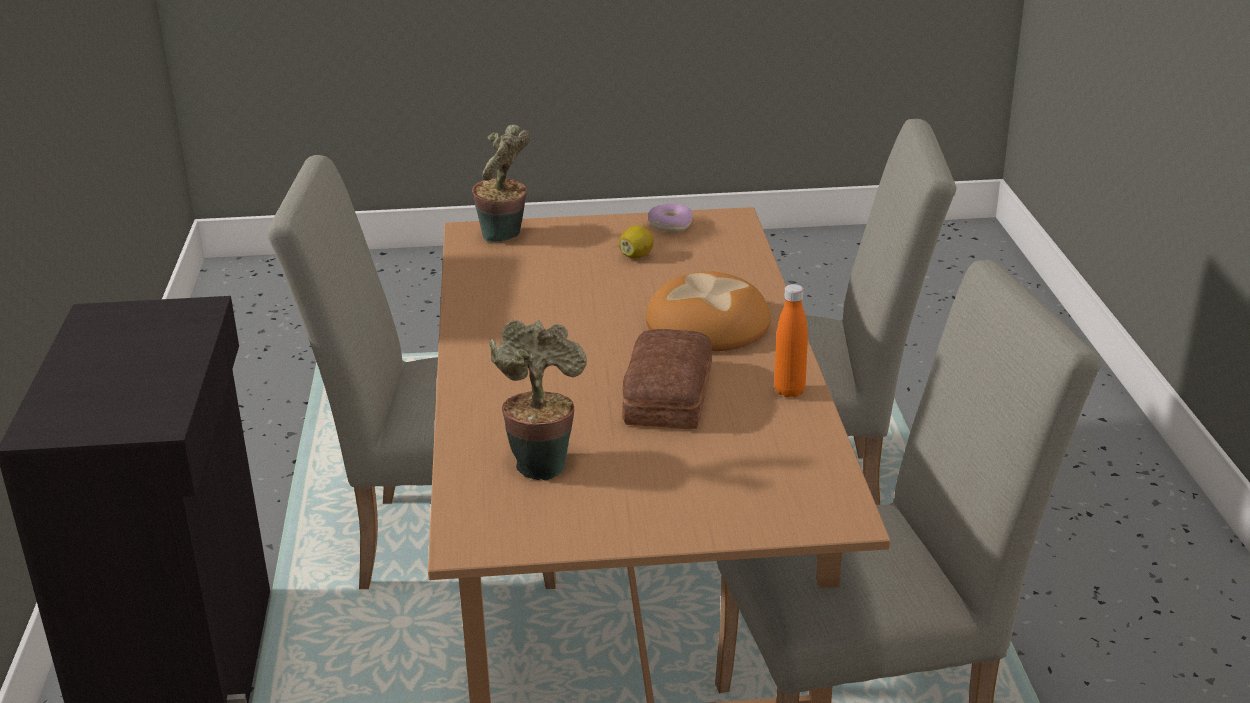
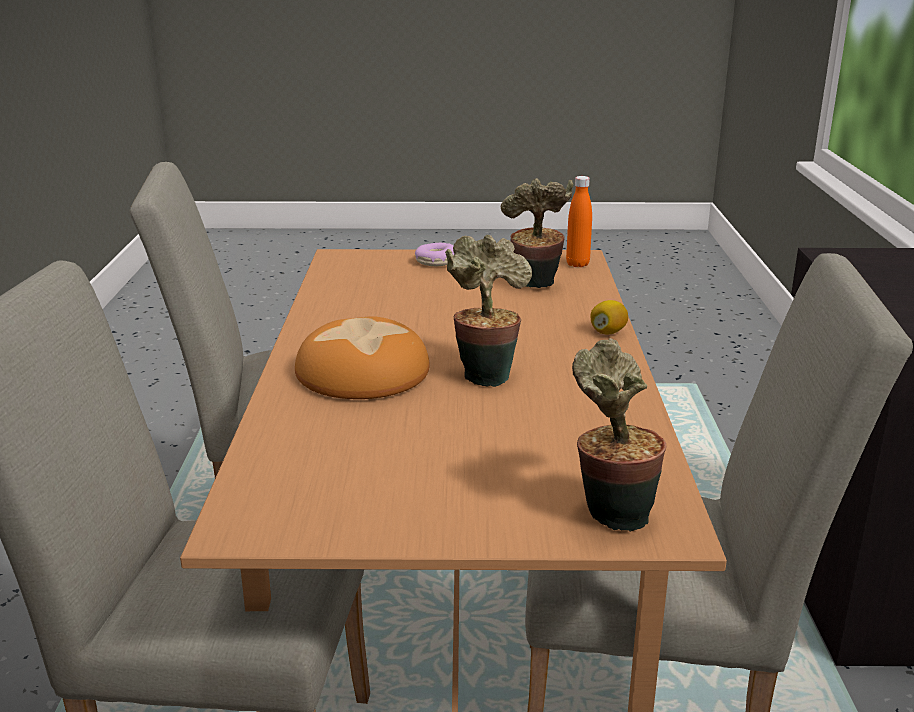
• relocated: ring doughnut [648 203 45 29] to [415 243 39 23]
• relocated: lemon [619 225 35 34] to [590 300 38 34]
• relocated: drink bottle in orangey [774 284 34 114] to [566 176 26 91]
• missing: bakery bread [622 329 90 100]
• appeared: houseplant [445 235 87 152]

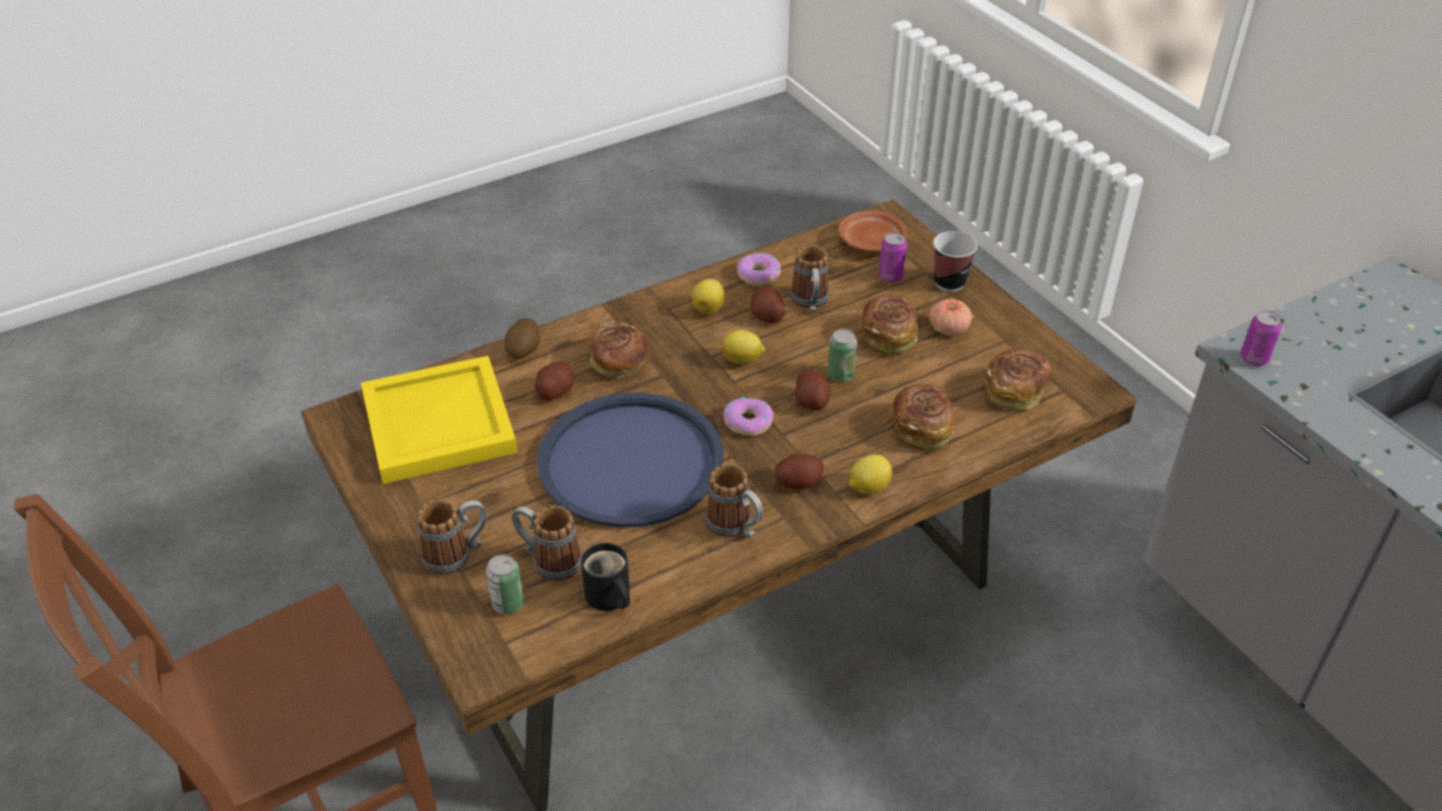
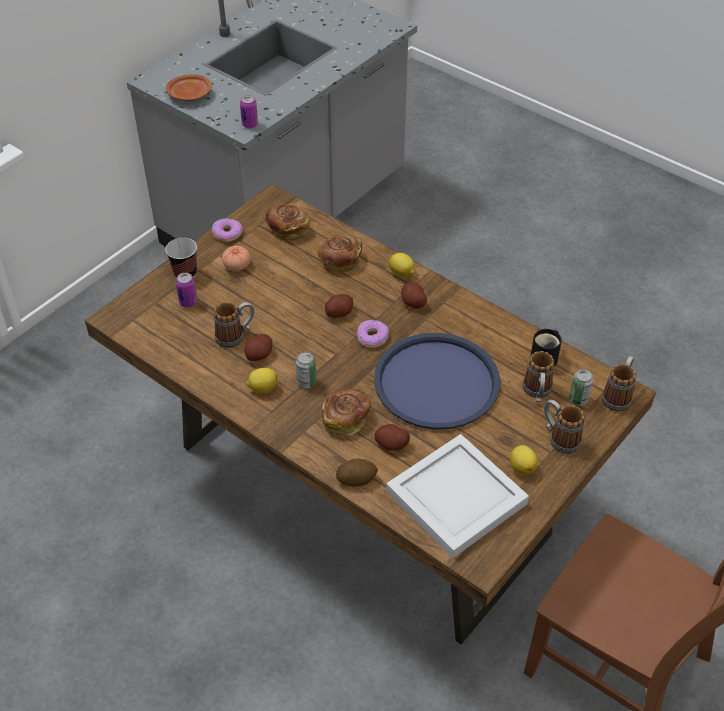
• relocated: flat dish in brown [839 210 69 43] to [166 74 46 27]
• relocated: ring doughnut [736 253 45 33] to [212 218 31 24]
• missing: bakery bread [862 294 56 61]
• relocated: can [828 329 29 53] to [296 352 20 36]
• relocated: lemon [722 330 43 34] to [510 445 28 30]
• colour: carrying tray in yellow [361 356 157 128] to carrying tray in white [386 434 143 124]
• relocated: tea mug [705 464 58 74] to [602 356 34 55]

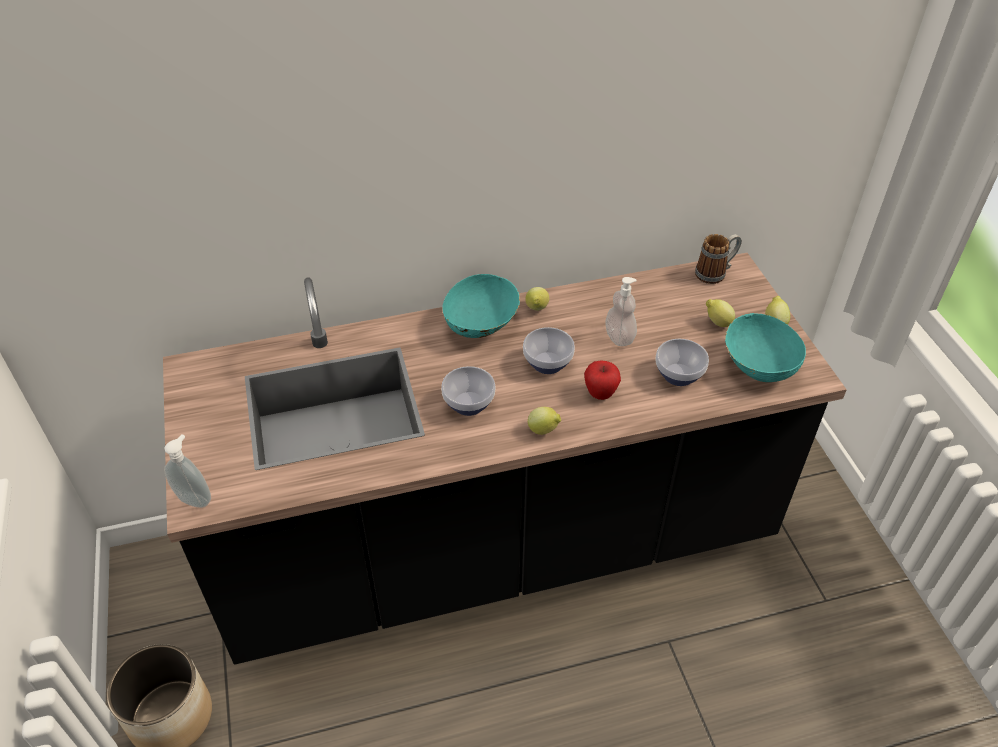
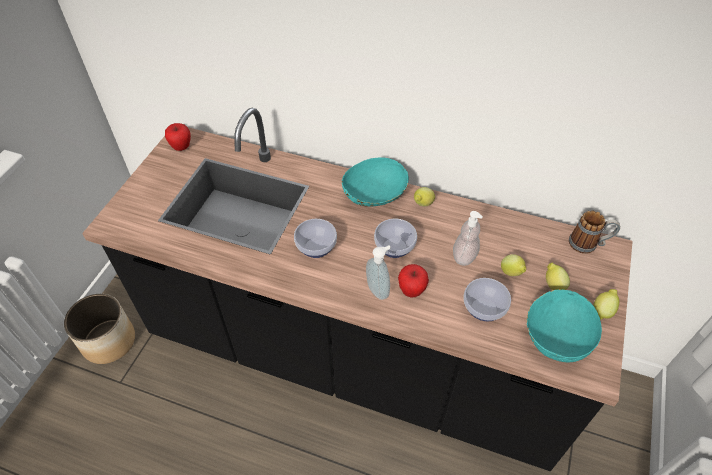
• relocated: lemon [528 407 33 28] to [501 254 25 22]
• relocated: soap dispenser [164 434 47 74] to [366 245 25 55]
• appeared: apple [165 123 26 28]

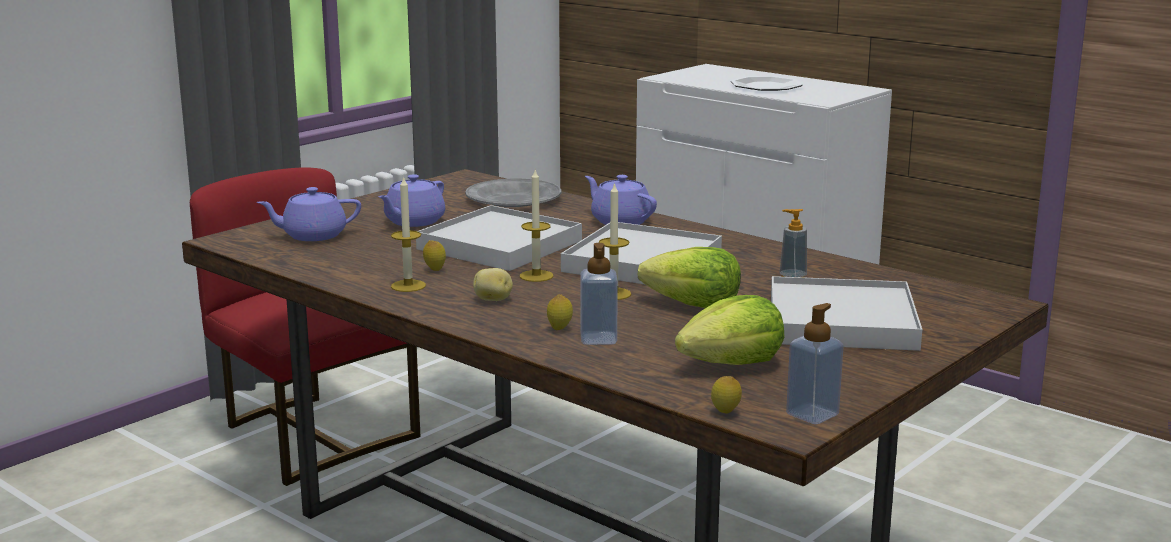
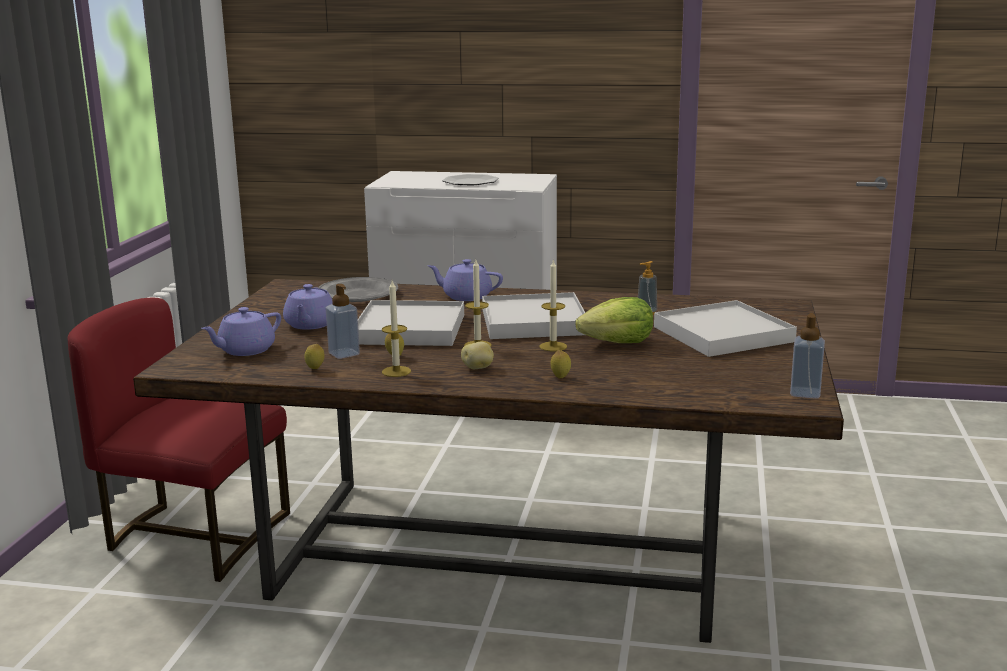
• relocated: soap dispenser [580 243 38 102] to [326 284 34 75]
• missing: lettuce [675 295 110 70]
• relocated: lemon [711 376 31 38] to [304 344 20 25]

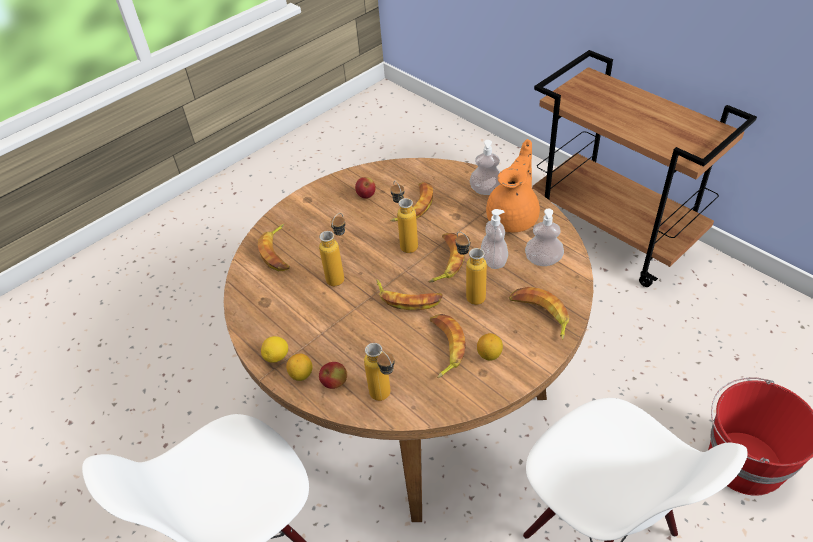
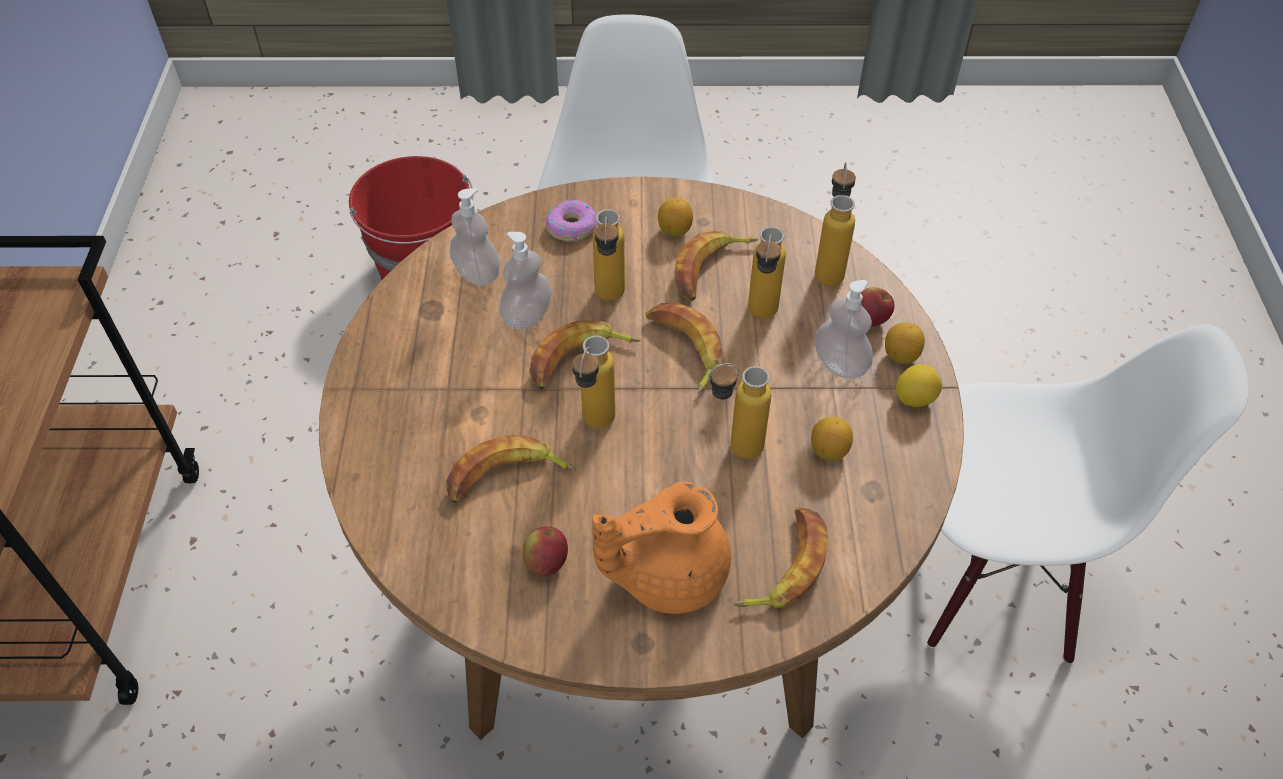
• relocated: pot for tea in orangey [486 139 54 93] to [592 482 139 132]
• relocated: soap dispenser [470 140 31 55] to [815 280 58 99]
• exchanged: whole banana [509 287 60 53] to ring doughnut [546 199 52 43]
• appeared: drink bottle [748 227 38 91]
• appeared: lemon [811 417 42 44]

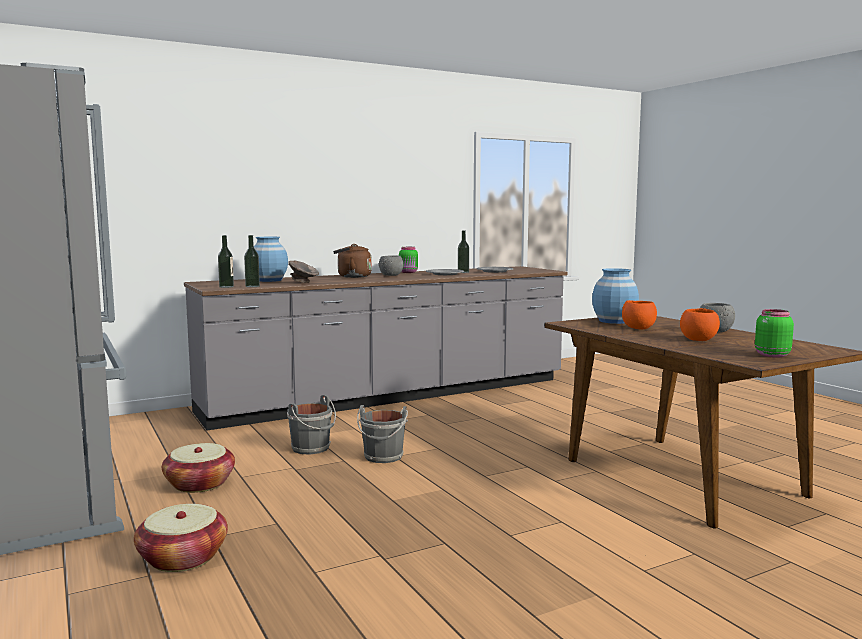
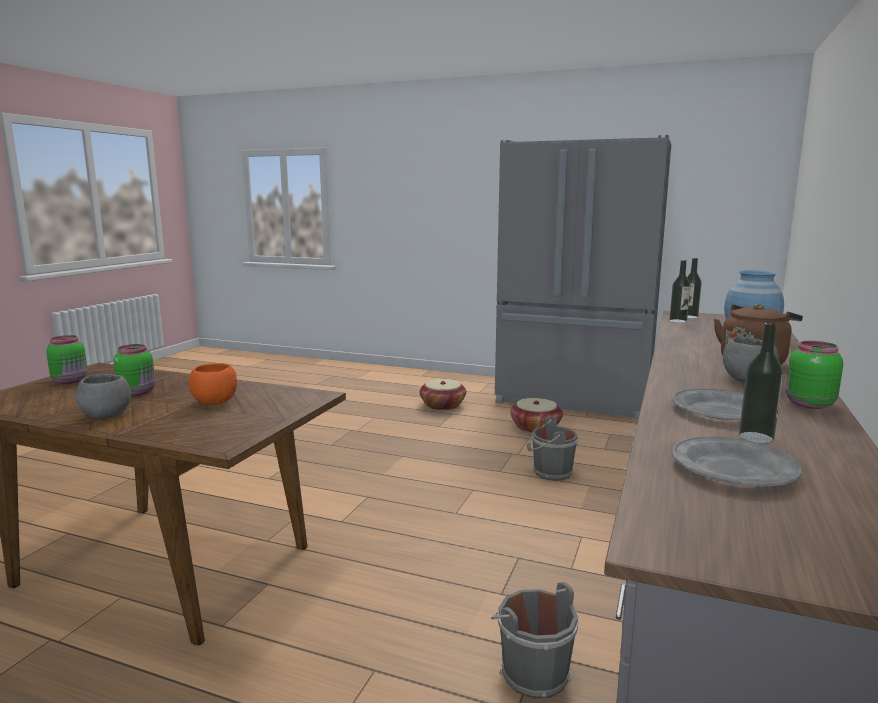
• missing: serving bowl in gray [289 261 30 22]
• missing: flower vase in bluish [592 268 47 56]
• exchanged: serving bowl in orangey [680 308 40 33] to storage jar in green-coloured [114 344 41 52]
• relocated: bucket in gray [357 405 51 58] to [491 582 87 117]

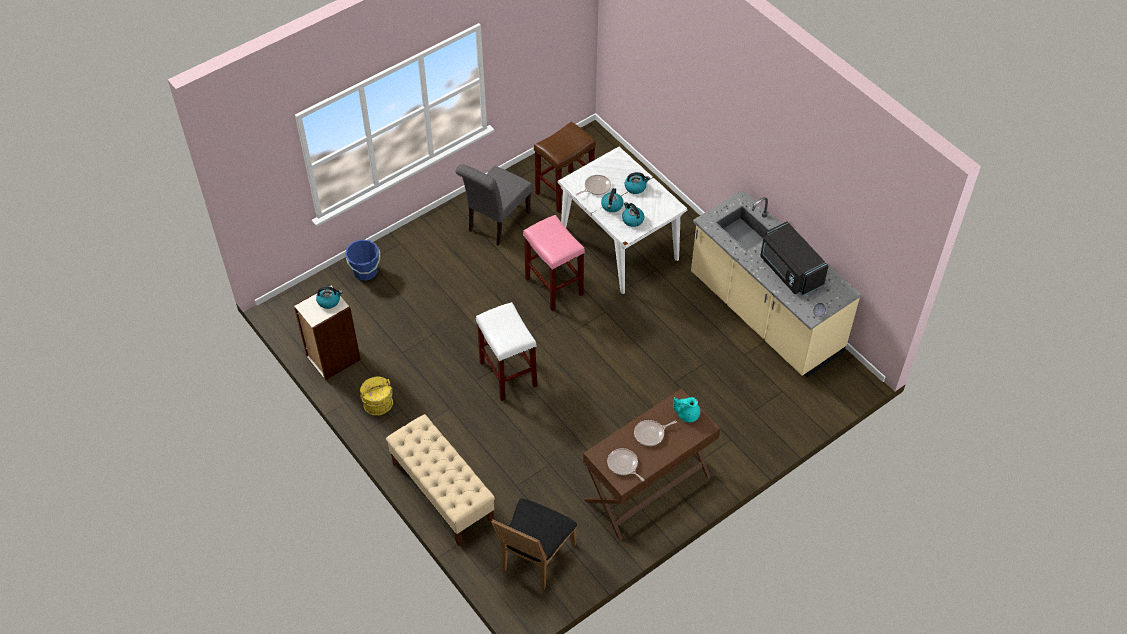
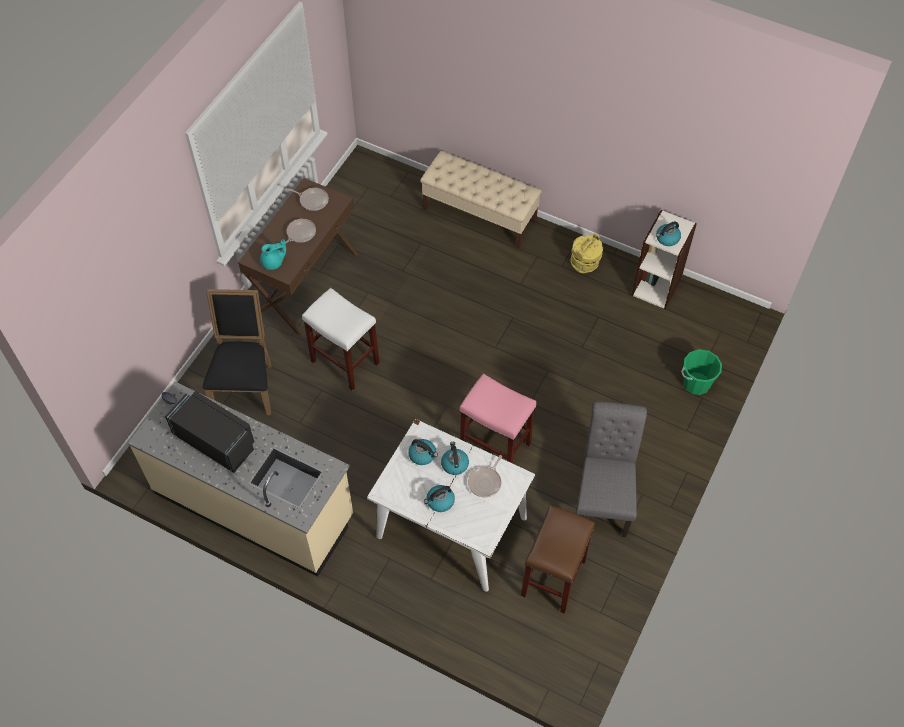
• colour: bucket in bluish [345 240 35 41] to bucket in green-coloured [681 349 41 46]
• relocated: stool in white [476 302 61 99] to [302 288 77 102]
• relocated: upright chair in blackish [491 499 86 90] to [203 289 68 126]

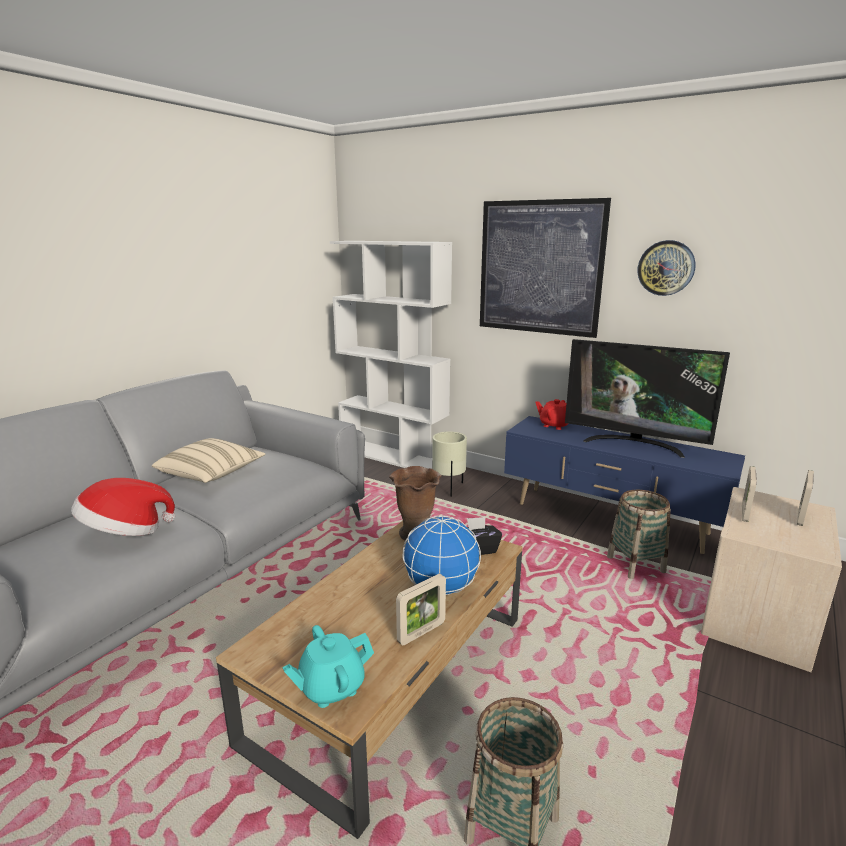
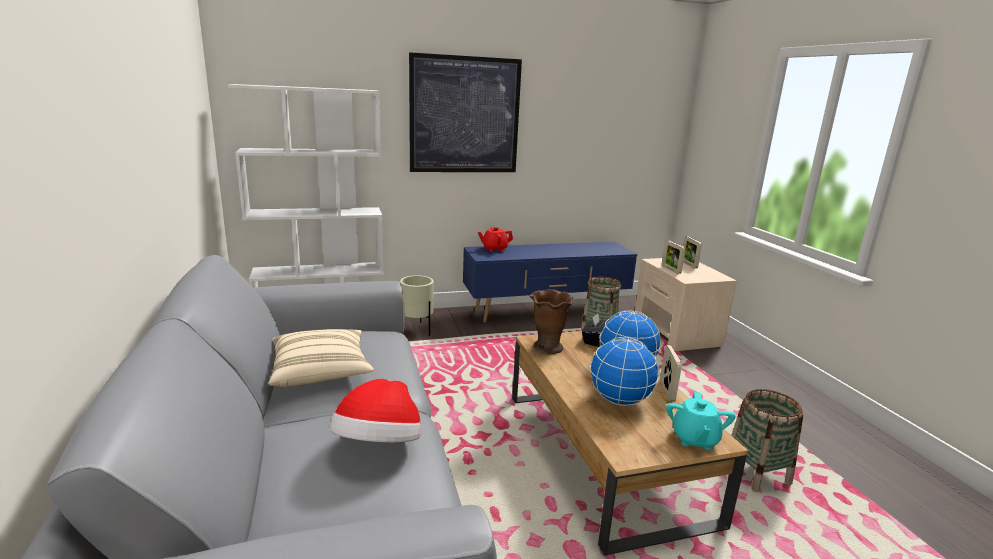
• missing: wall clock [638 240 58 56]
• missing: TV [565 339 165 119]
• appeared: world globe [590 337 69 69]

